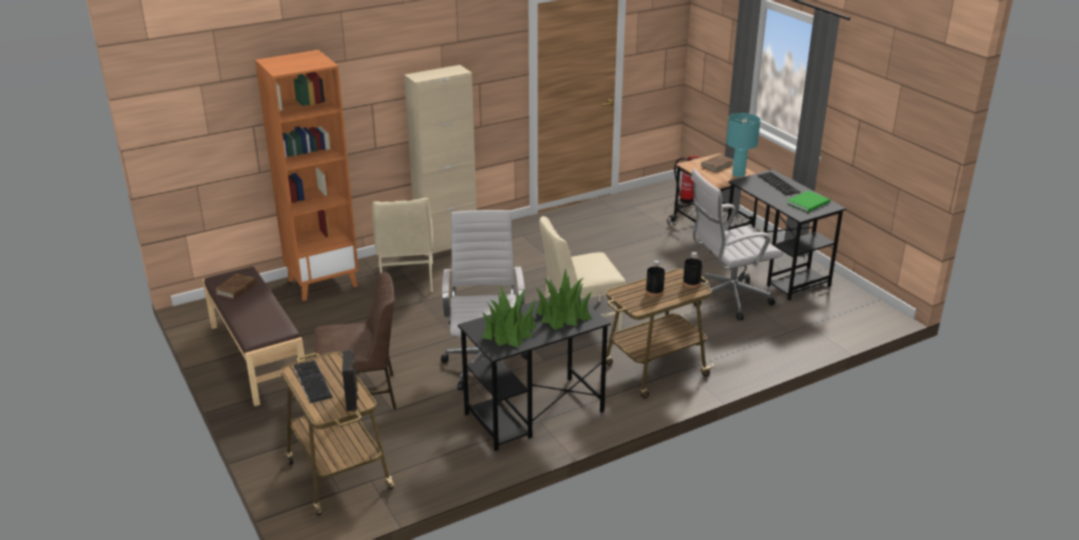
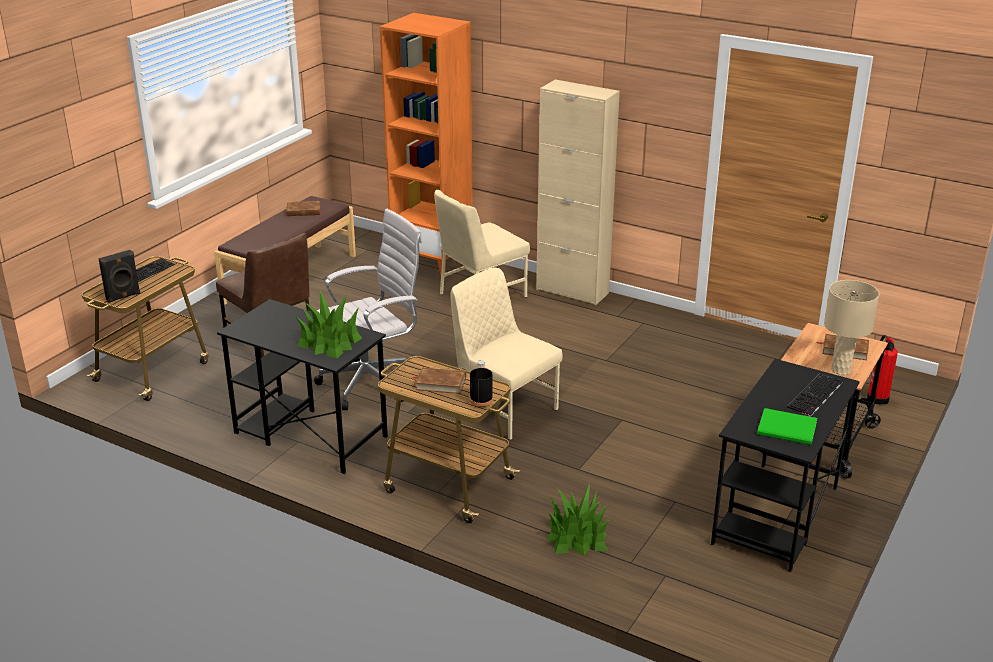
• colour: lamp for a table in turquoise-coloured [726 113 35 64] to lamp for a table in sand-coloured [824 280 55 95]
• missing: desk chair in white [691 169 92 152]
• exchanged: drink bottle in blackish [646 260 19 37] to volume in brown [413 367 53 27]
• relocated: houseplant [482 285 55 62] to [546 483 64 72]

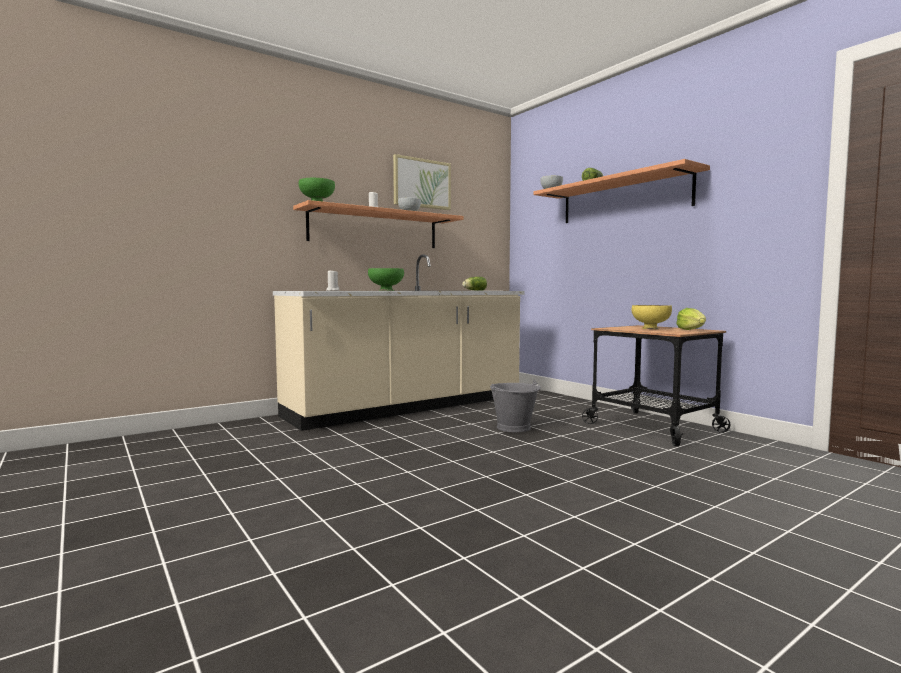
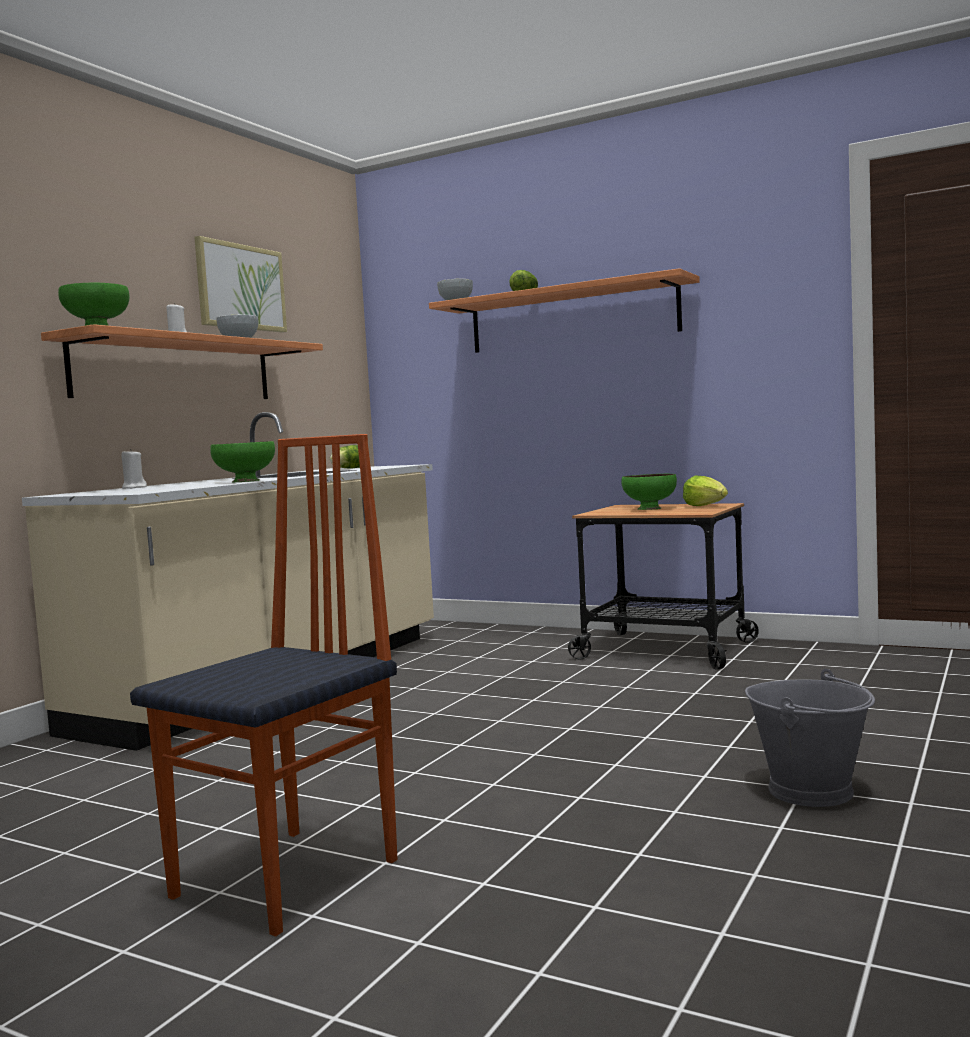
• colour: serving bowl in yellow [632 305 40 24] to serving bowl in green-coloured [622 474 55 36]
• relocated: bucket in gray [490 380 51 52] to [745 669 130 138]
• appeared: upright chair [130 434 267 503]

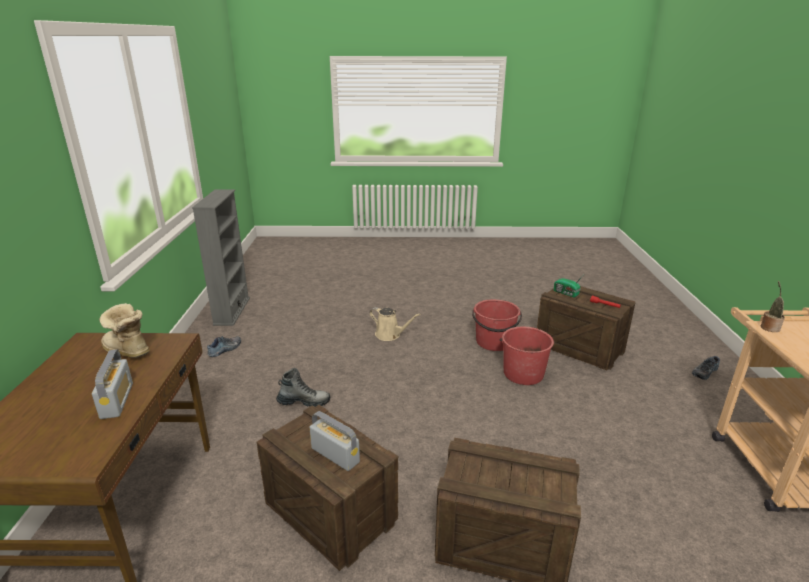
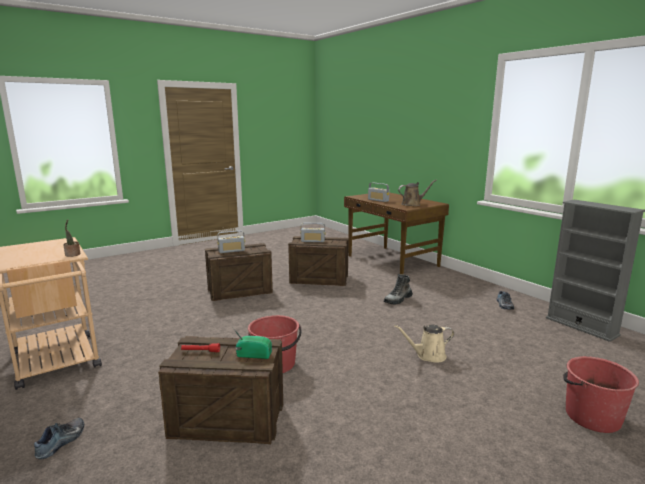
• relocated: bucket in red [472 299 50 52] to [563 356 76 77]
• exchanged: boot [99 303 51 55] to watering pot in brown [398 180 38 26]
• appeared: radio [217 230 28 23]

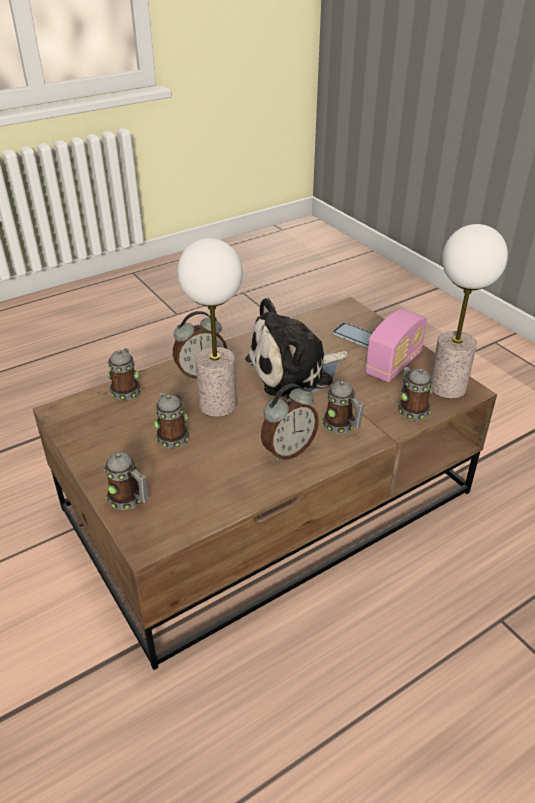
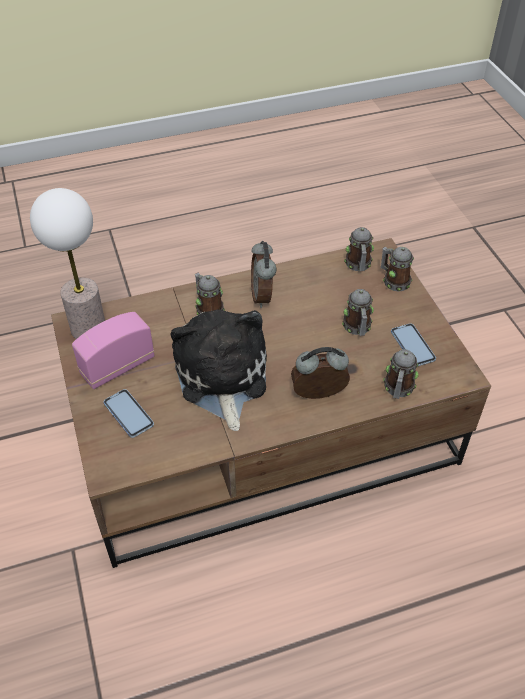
• missing: lamp for a table [177 238 66 179]
• spun: plush toy [245 298 103 100] = [171 310 96 121] 90 degrees counterclockwise
• relocated: tea mug [398 367 35 54] to [344 227 30 44]
• spun: alarm clock [261 384 58 78] = [251 241 26 67] 75 degrees counterclockwise
• appeared: phone [391 323 45 44]

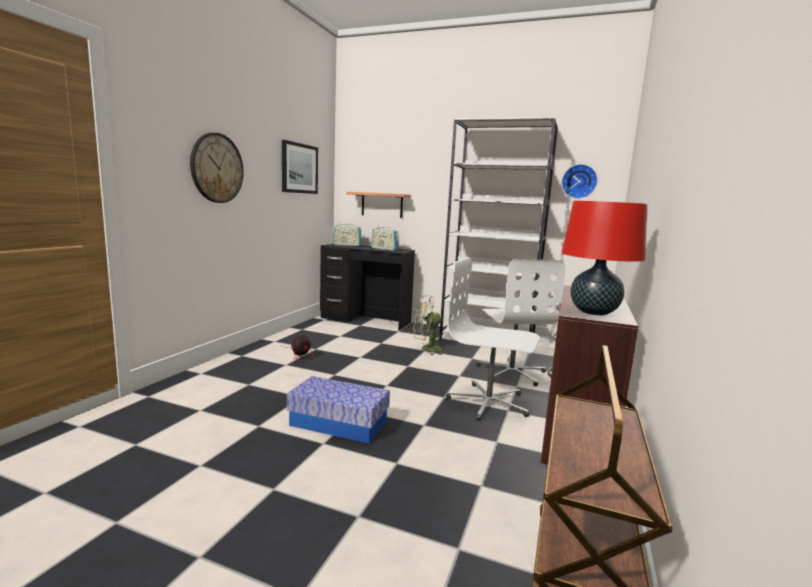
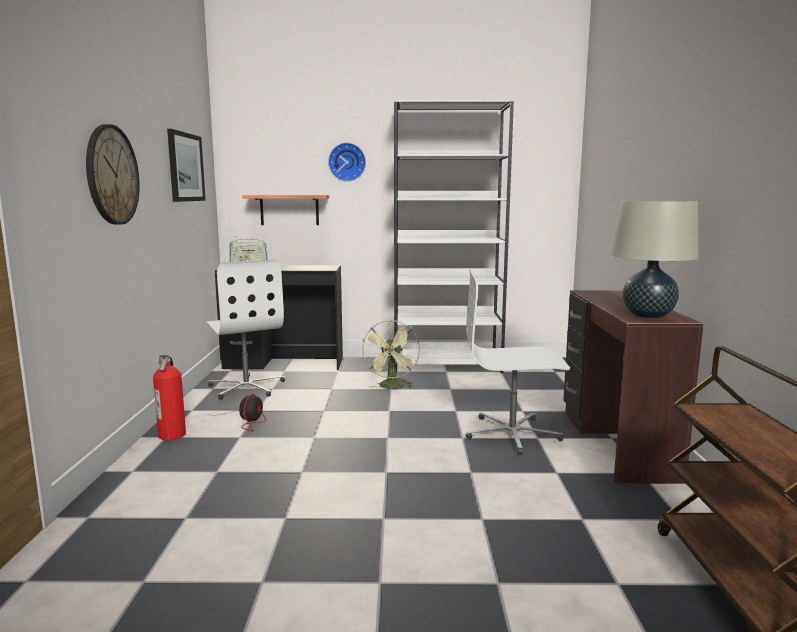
• relocated: wall clock [562 164 36 35] to [328 143 38 39]
• colour: lamp for a table in red [561 201 87 114] to lamp for a table in sand-coloured [611 201 87 117]
• missing: radio [371 224 28 27]
• relocated: desk chair in white [477 259 88 127] to [206 260 79 140]
• spun: cooling fan in green-coloured [413 295 34 60] = [362 320 58 69] 60 degrees counterclockwise
• missing: storage box [287 376 103 67]
• appeared: fire extinguisher [153 355 33 85]

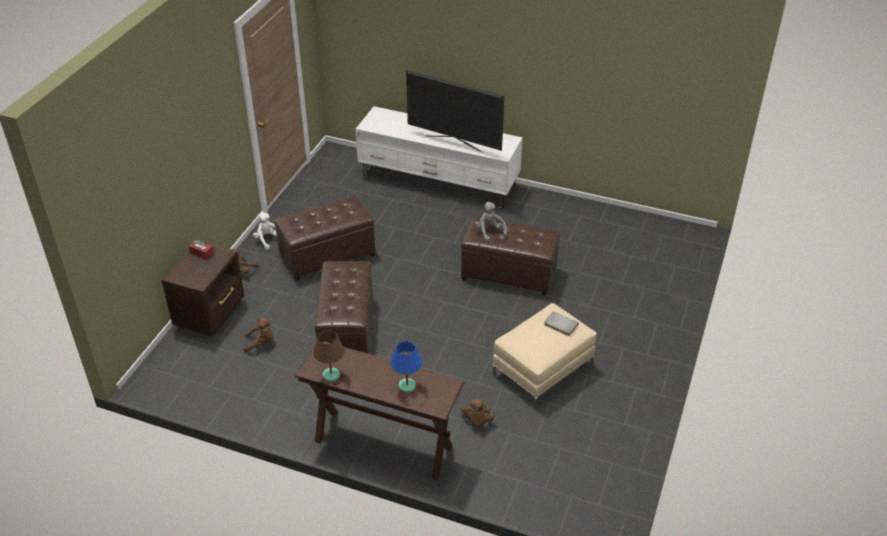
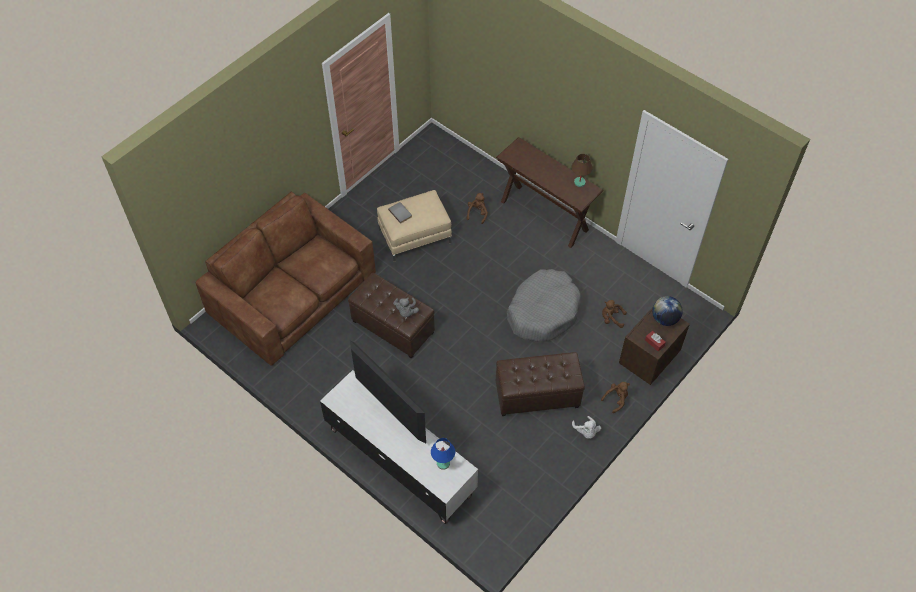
• exchanged: pouffe in brown [314 261 59 93] to pet bed in gray [507 269 74 73]
• relocated: lamp for a table in bluish [391 341 31 52] to [431 438 24 32]
• appeared: settee in brown [196 192 180 174]
• appeared: world globe [652 296 31 30]

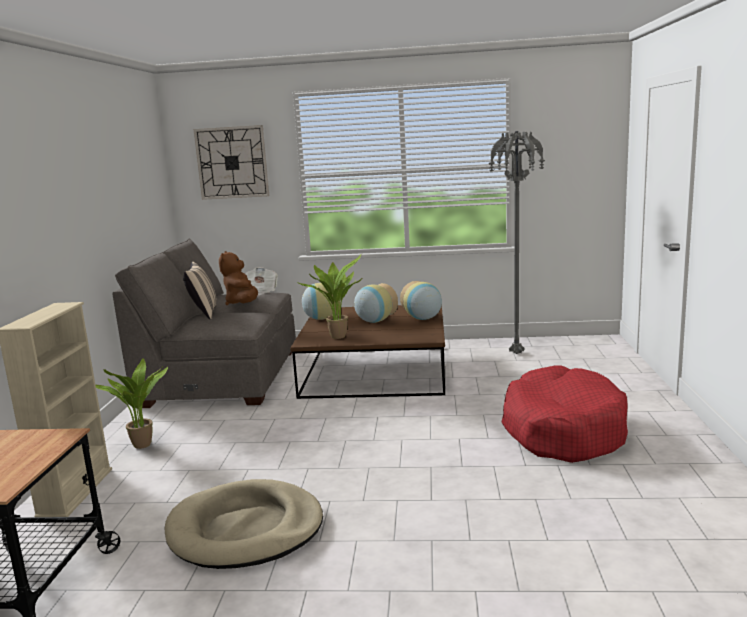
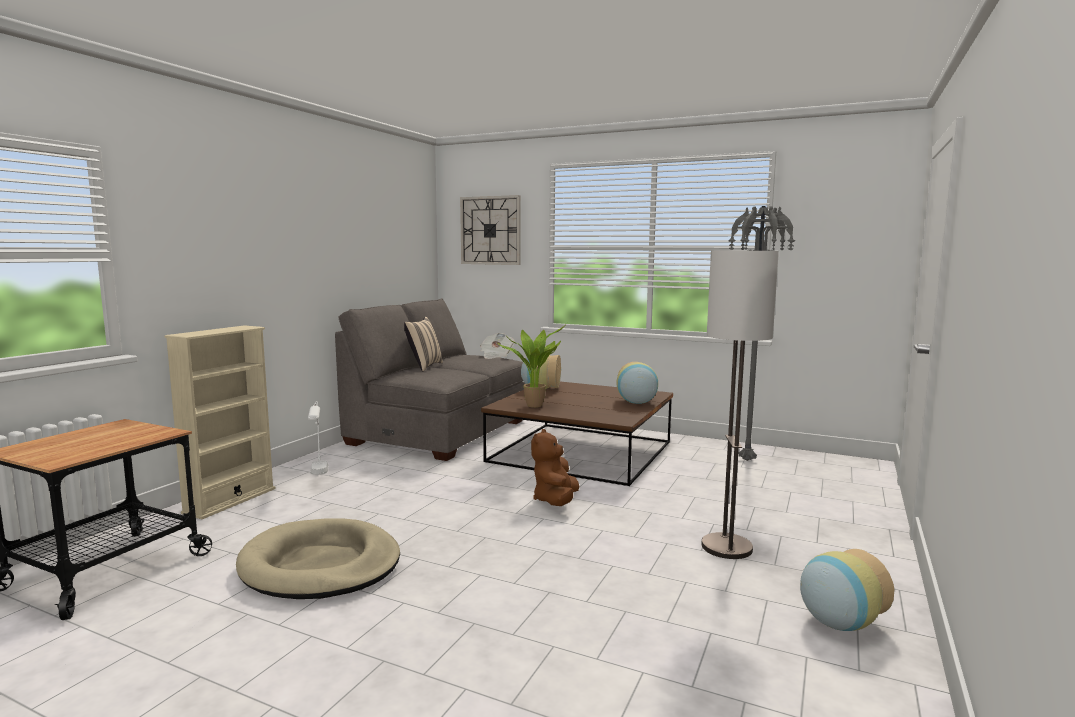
• relocated: plush toy in brown [219 251 39 54] to [531 429 48 77]
• relocated: flower vase [354 283 44 40] to [800 549 94 82]
• exchanged: houseplant [95 358 73 91] to lamp for a table in white [308 401 20 74]
• exchanged: pet bed in red [502 366 126 97] to standing lamp [701 250 78 309]

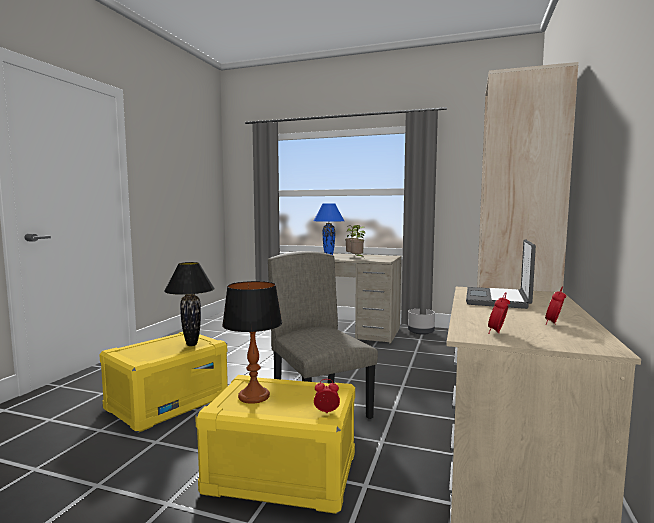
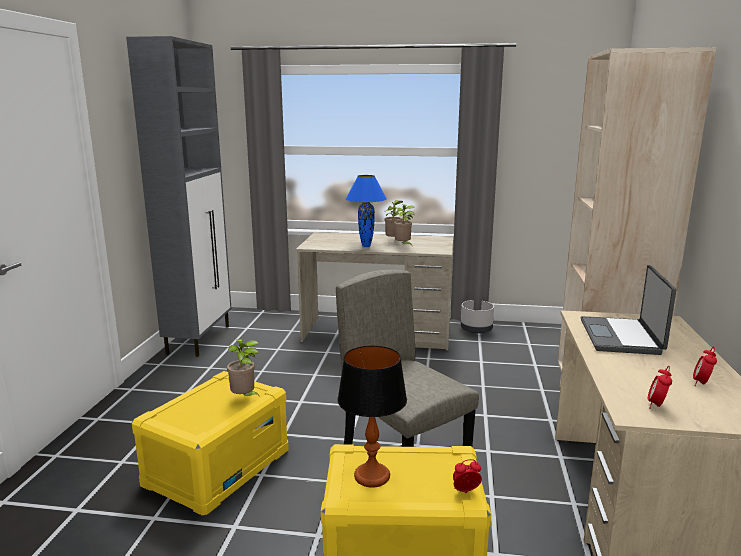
• exchanged: lamp for a table in blackish [164 262 51 84] to houseplant [227 339 34 59]
• appeared: cabinet in gray [126 36 105 321]

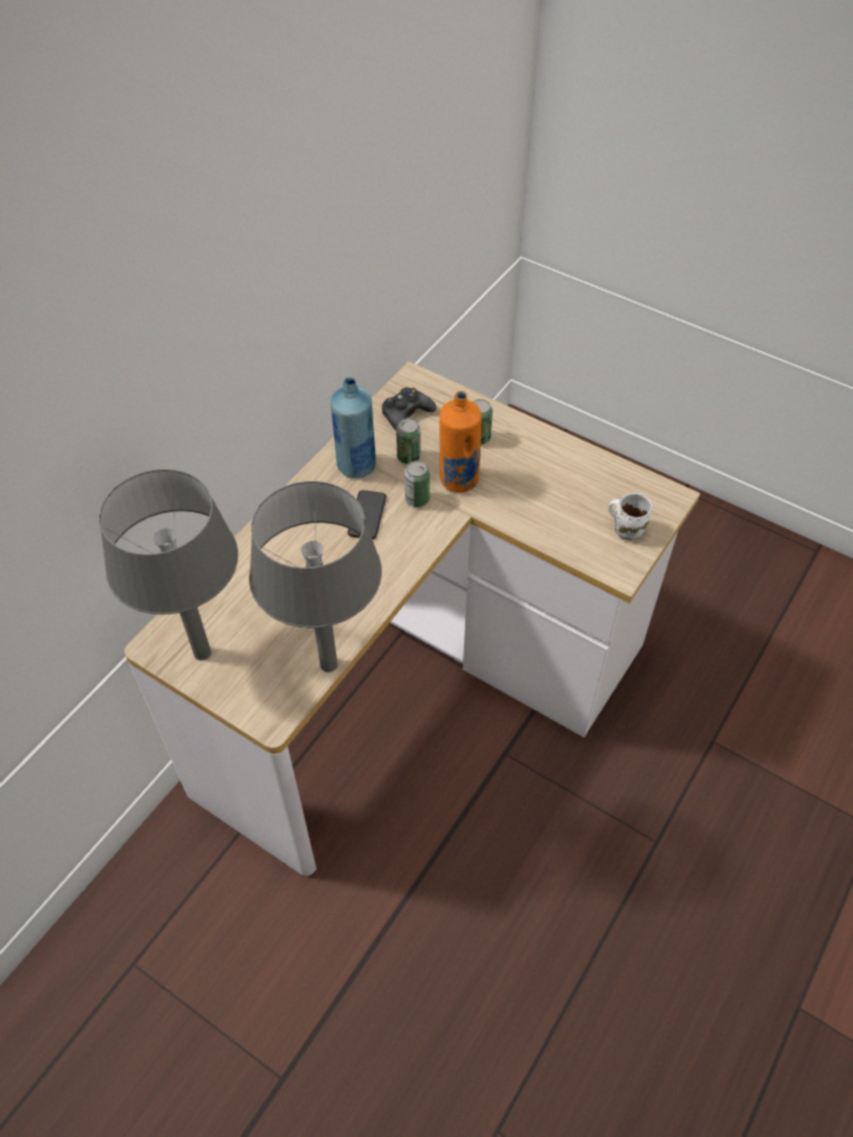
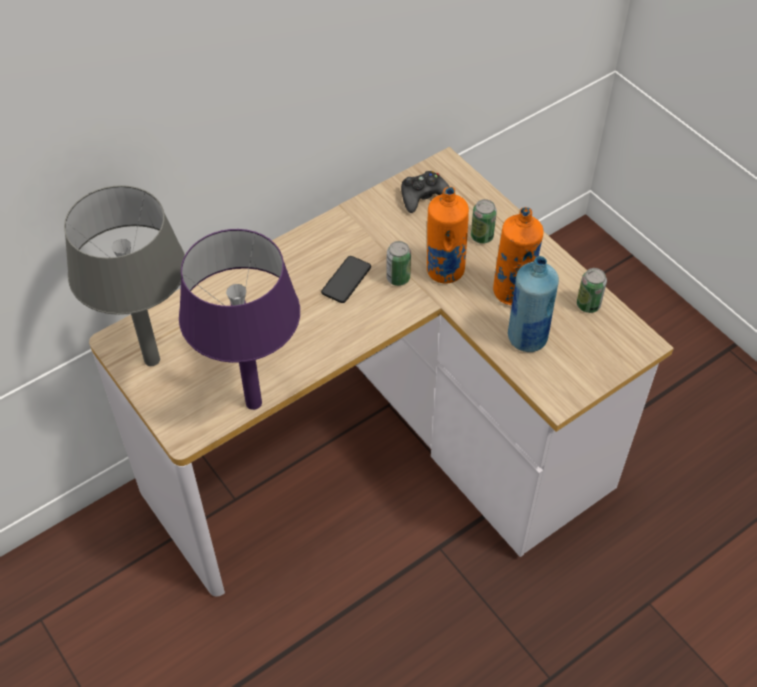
• relocated: drink bottle in bluish [331 377 45 101] to [508 256 51 96]
• relocated: can [396 418 25 46] to [577 268 30 45]
• colour: lamp for a table in gray [249 481 133 191] to lamp for a table in purplish [179 229 121 181]
• missing: tea mug in white [608 493 44 48]
• appeared: drink bottle in orangey [493 207 51 98]

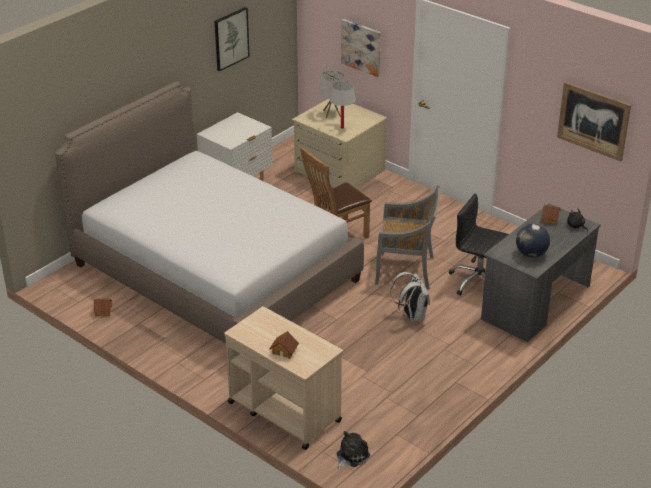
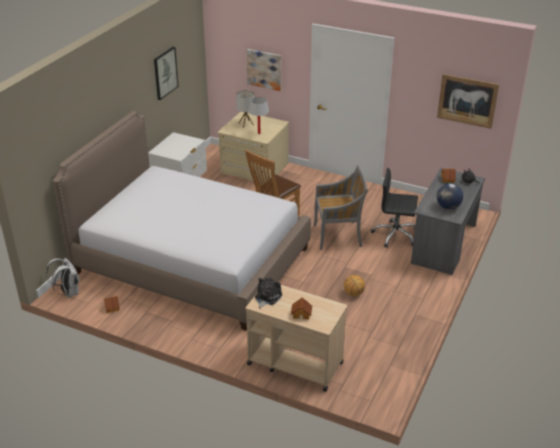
• relocated: backpack in white [390 272 40 50] to [46 258 34 40]
• relocated: plush toy [336 431 34 38] to [255 278 27 31]
• appeared: basketball [344 275 21 21]

